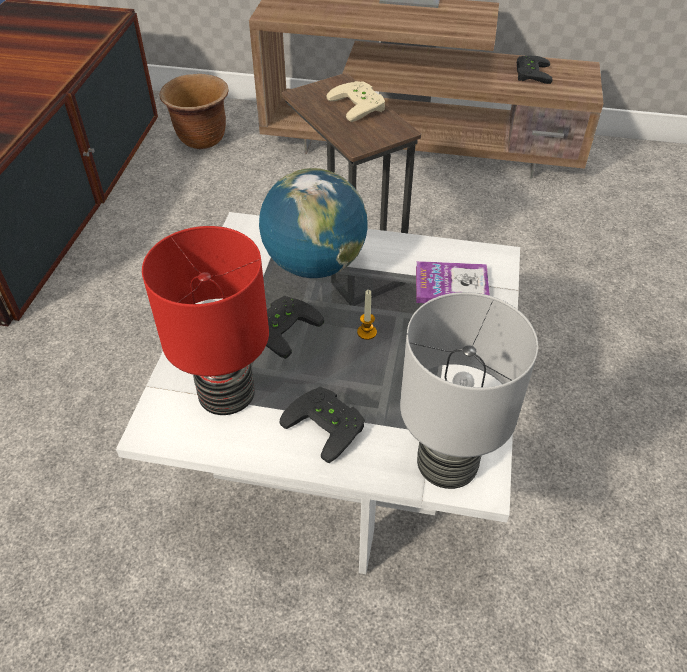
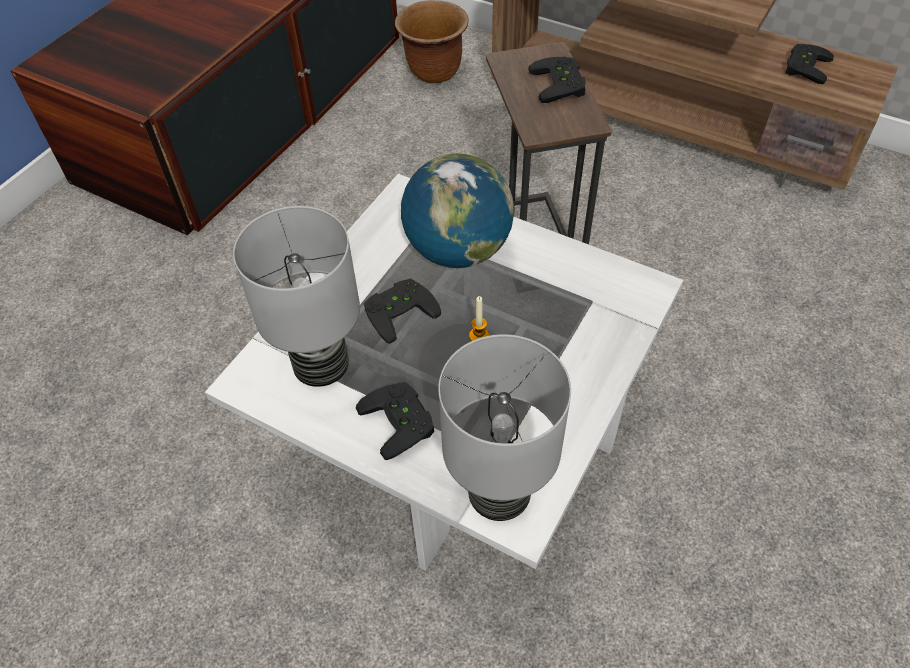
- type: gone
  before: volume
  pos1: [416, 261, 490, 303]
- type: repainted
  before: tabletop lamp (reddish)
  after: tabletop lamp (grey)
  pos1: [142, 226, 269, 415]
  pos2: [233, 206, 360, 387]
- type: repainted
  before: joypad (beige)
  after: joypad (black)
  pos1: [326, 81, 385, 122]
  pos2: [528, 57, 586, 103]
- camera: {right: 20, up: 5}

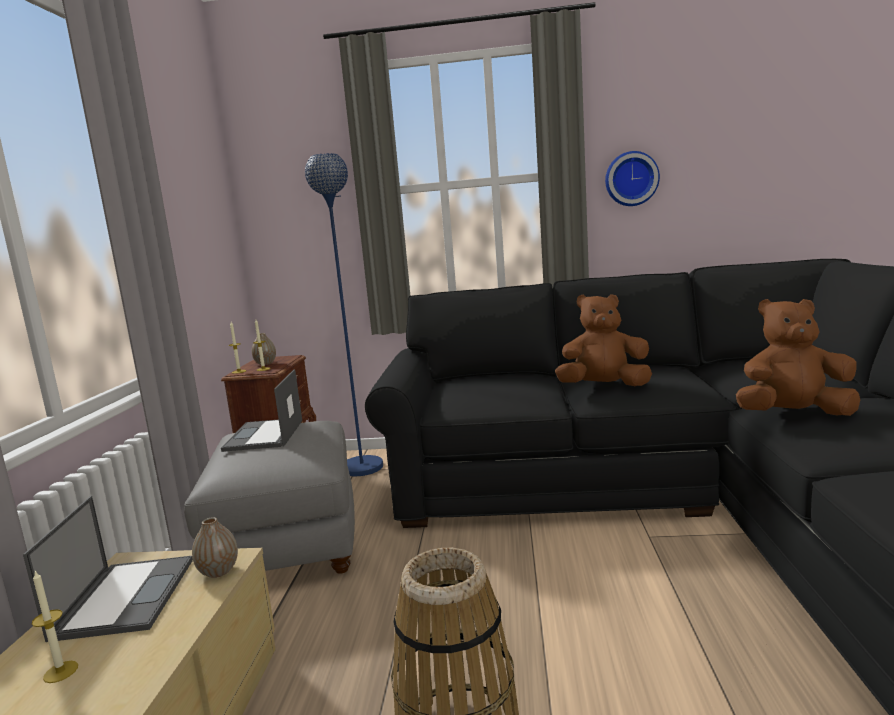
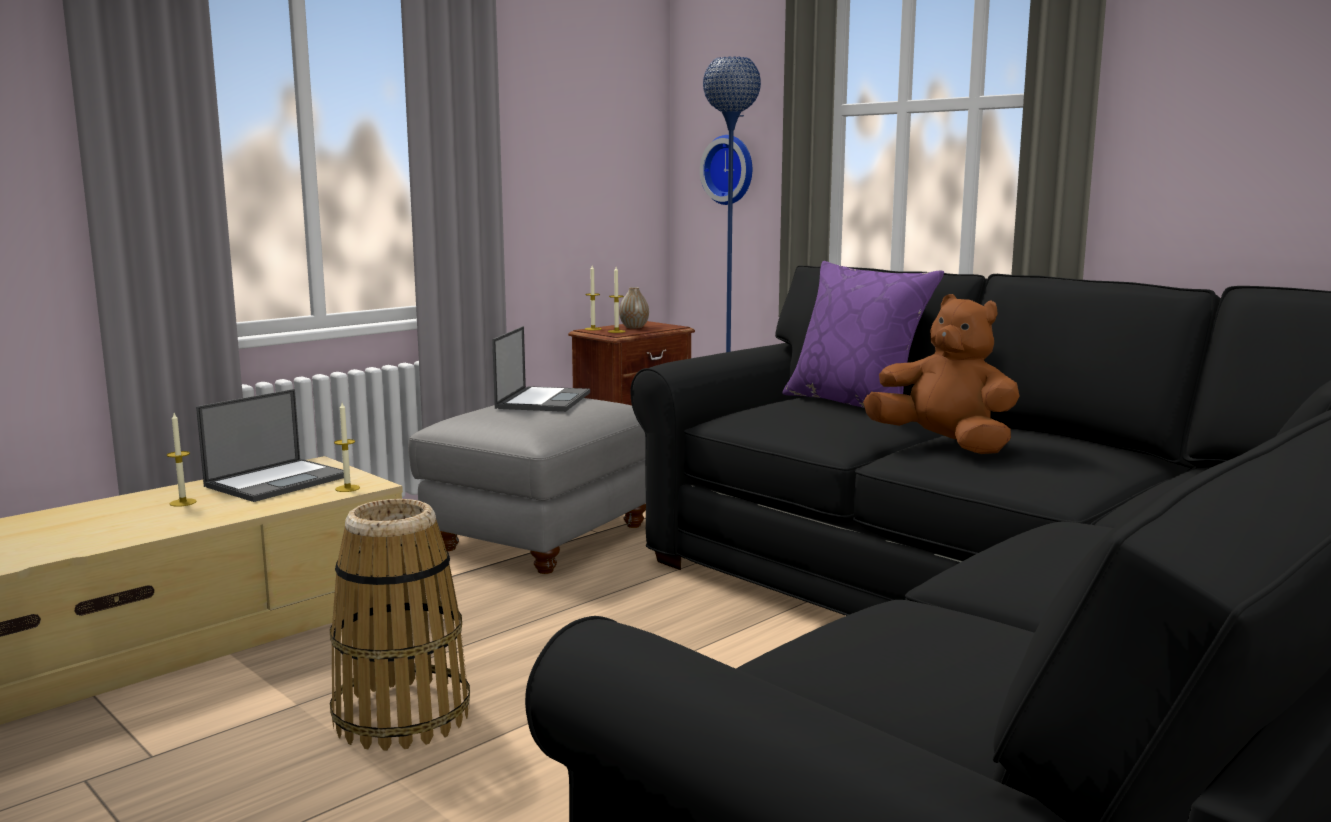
- type: gone
  before: cuddly toy (brown-coloured)
  pos1: [736, 299, 860, 416]
- type: new
  after: cushion (purplish)
  pos2: [782, 261, 944, 408]
- type: shifted
  before: hanging clock
  pos1: [605, 151, 660, 206]
  pos2: [700, 135, 752, 205]
- type: swapped
  before: decorative vase
  after: wax light
  pos1: [192, 517, 238, 578]
  pos2: [334, 403, 360, 492]
- type: rotated
  before: notebook computer
  pos1: [221, 370, 302, 452]
  pos2: [492, 326, 590, 412]
  turn: 150
- camera: {right: 40, up: 0}

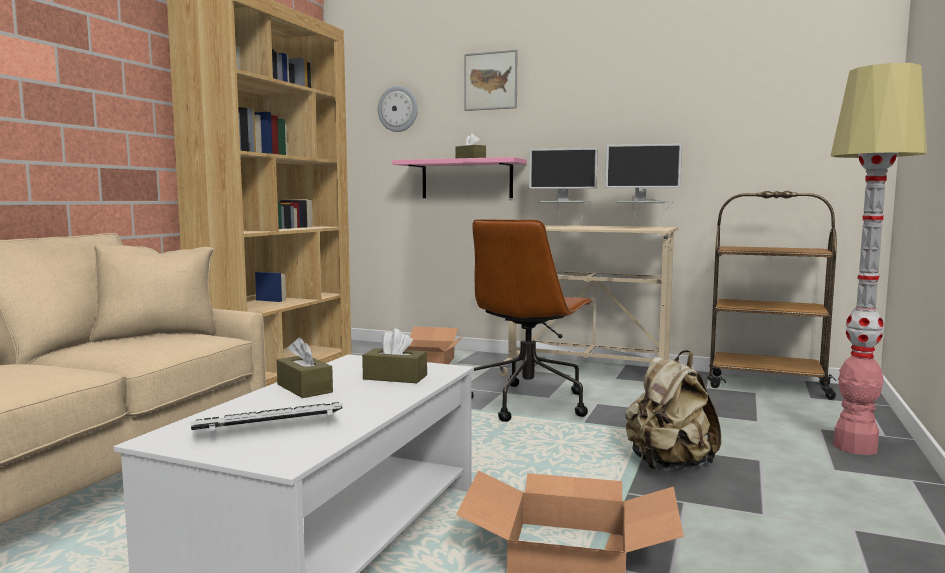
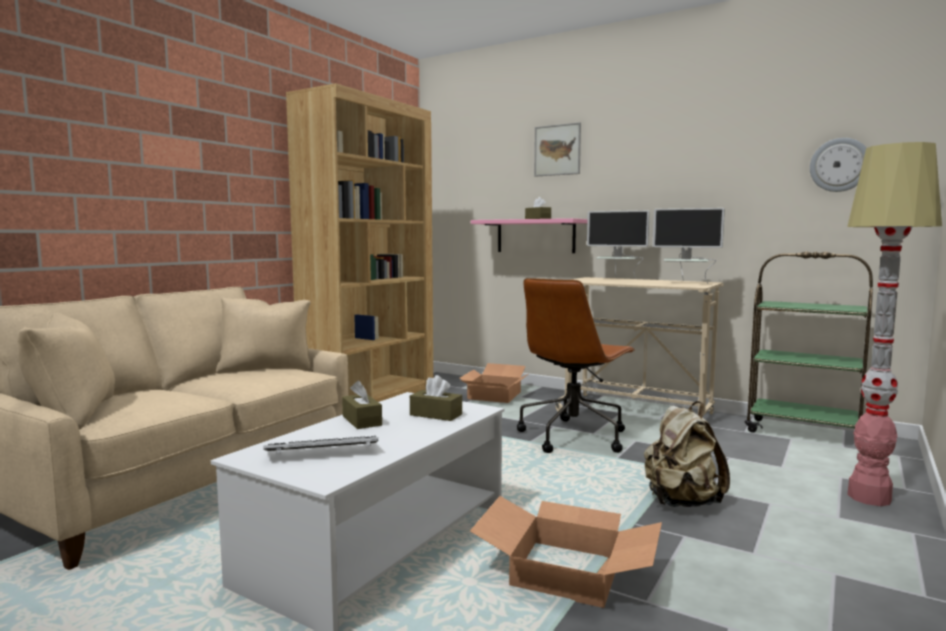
- type: shifted
  before: hanging clock
  pos1: [378, 86, 418, 132]
  pos2: [810, 138, 866, 192]
- type: repainted
  before: trolley (brown-coloured)
  after: trolley (green)
  pos1: [707, 191, 837, 400]
  pos2: [745, 252, 873, 433]
- camera: {right: 10, up: 0}

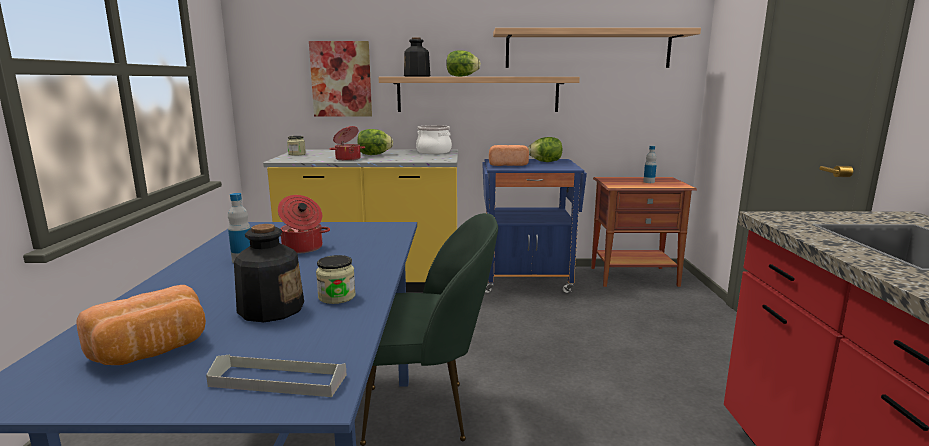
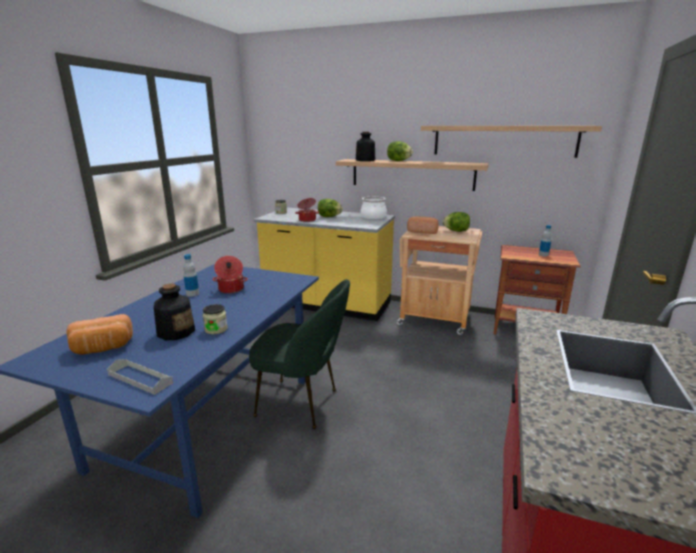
- type: gone
  before: picture
  pos1: [309, 41, 372, 117]
- type: repainted
  before: trolley (blue-coloured)
  after: trolley (brown-coloured)
  pos1: [482, 159, 587, 293]
  pos2: [397, 226, 482, 335]
- camera: {right: 20, up: 5}

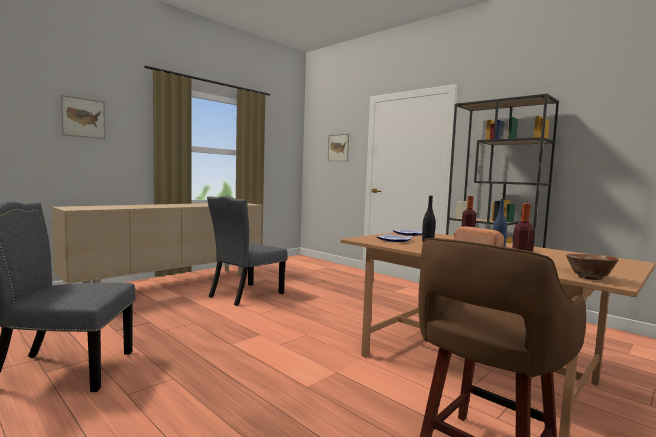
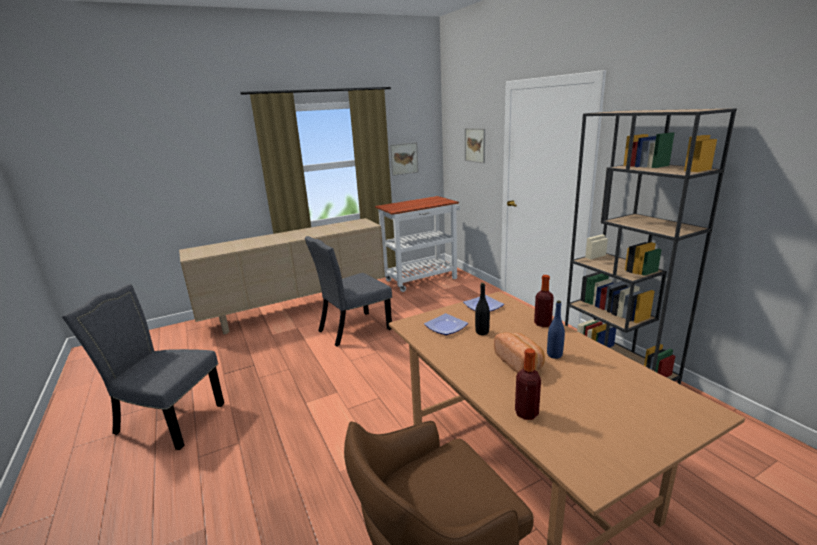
- type: gone
  before: bowl
  pos1: [566, 254, 619, 280]
- type: new
  after: trolley (white-coloured)
  pos2: [375, 196, 460, 292]
- type: shifted
  before: picture
  pos1: [60, 95, 106, 139]
  pos2: [390, 142, 418, 176]
- camera: {right: 20, up: 15}

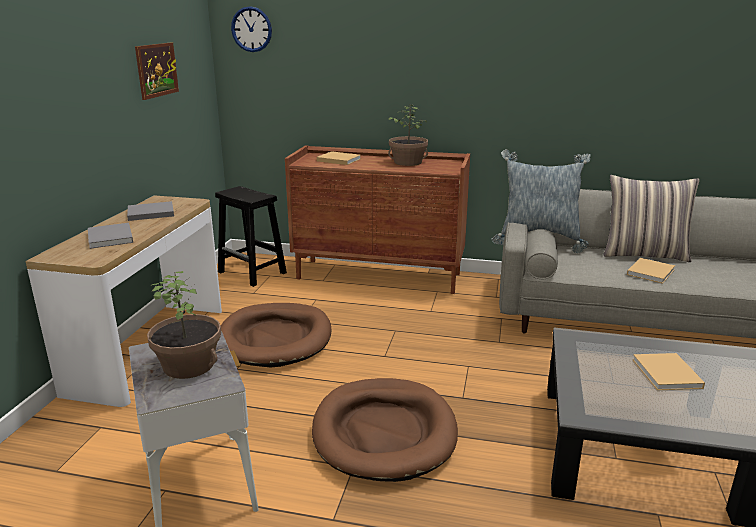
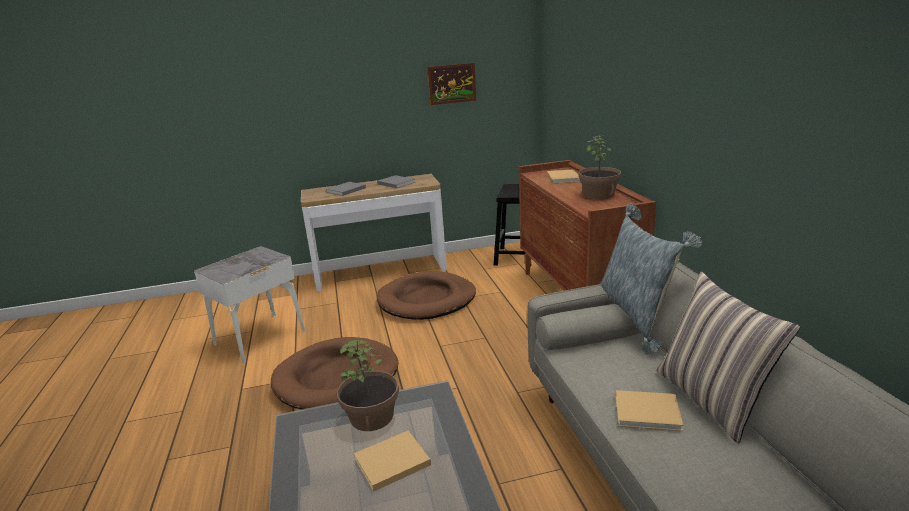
- type: gone
  before: hanging clock
  pos1: [231, 6, 272, 52]
- type: shifted
  before: potted plant
  pos1: [147, 271, 221, 379]
  pos2: [337, 340, 399, 431]
- camera: {right: 65, up: 0}

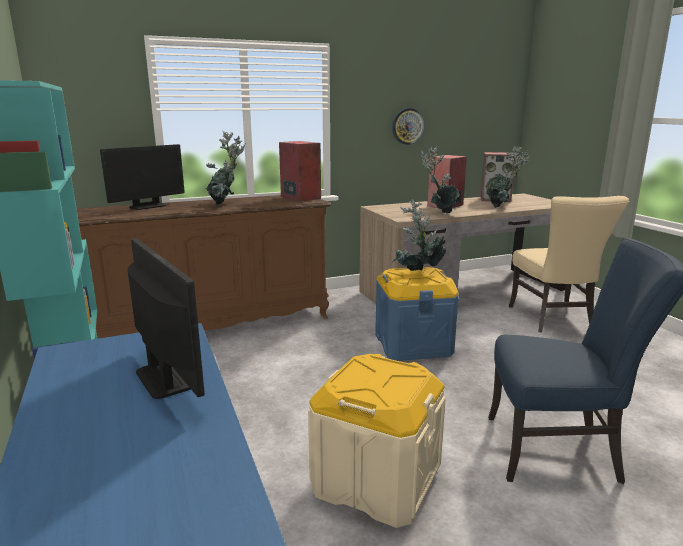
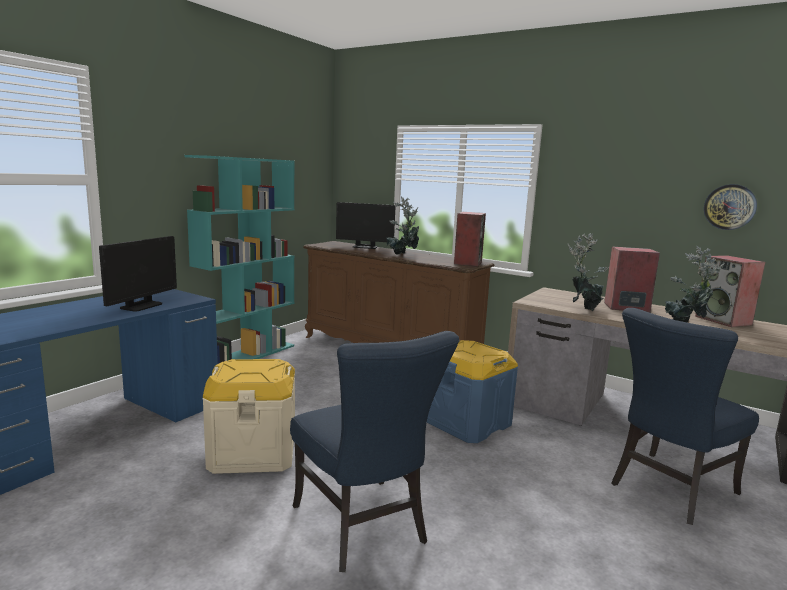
- type: gone
  before: potted plant
  pos1: [393, 199, 446, 271]
- type: shifted
  before: hanging clock
  pos1: [392, 108, 425, 145]
  pos2: [704, 184, 757, 230]
- type: repainted
  before: chair (beige)
  after: chair (blue-coloured)
  pos1: [509, 196, 629, 333]
  pos2: [612, 308, 759, 525]
- camera: {right: 55, up: -5}

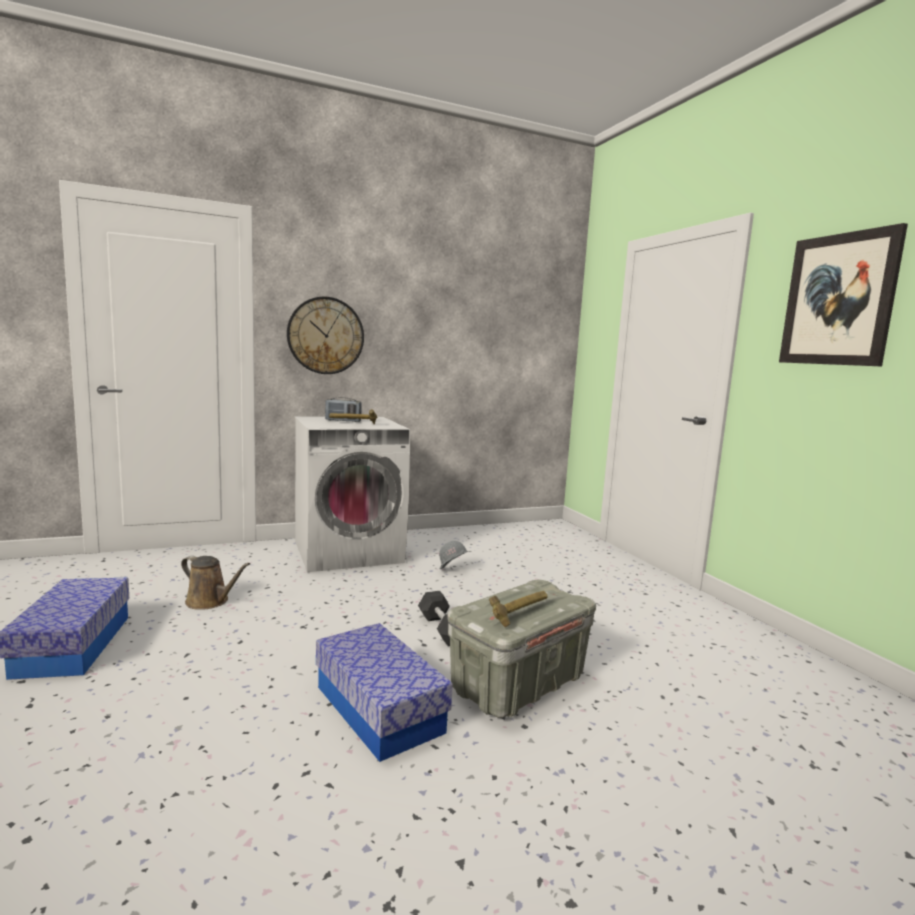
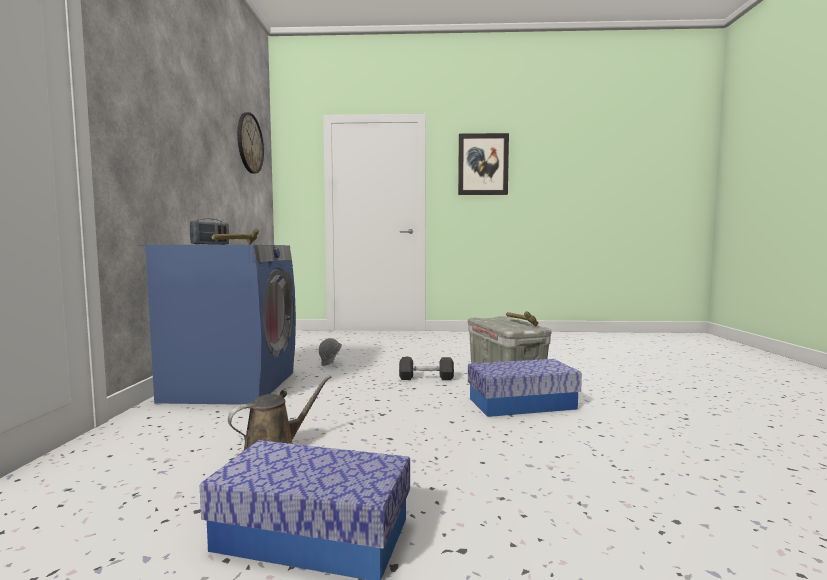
- type: shifted
  before: hanging clock
  pos1: [287, 297, 364, 374]
  pos2: [237, 112, 264, 174]
- type: repainted
  before: laundry machine (white-coloured)
  after: laundry machine (blue-coloured)
  pos1: [295, 416, 410, 572]
  pos2: [137, 245, 296, 405]
- camera: {right: -65, up: -5}

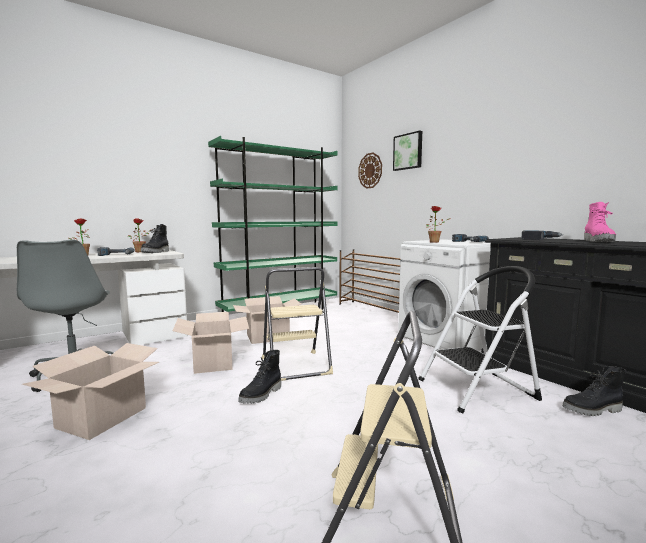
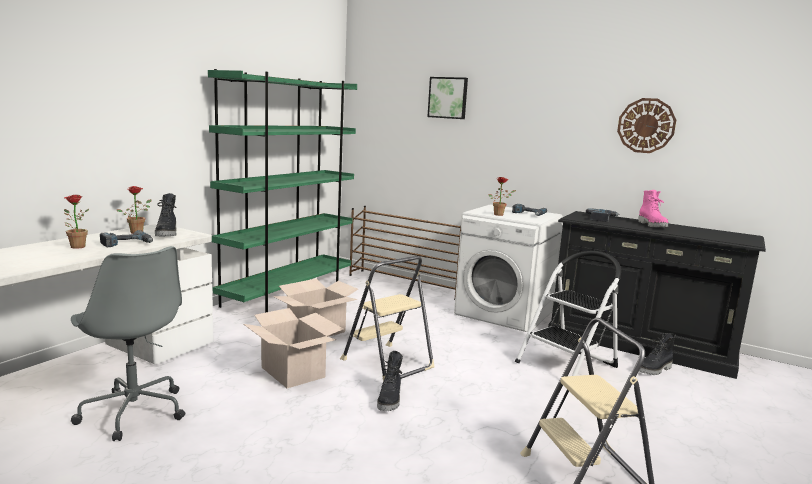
- type: gone
  before: packing box
  pos1: [22, 343, 159, 440]
- type: shifted
  before: hanging clock
  pos1: [358, 152, 382, 189]
  pos2: [617, 98, 676, 153]
- camera: {right: -25, up: 5}

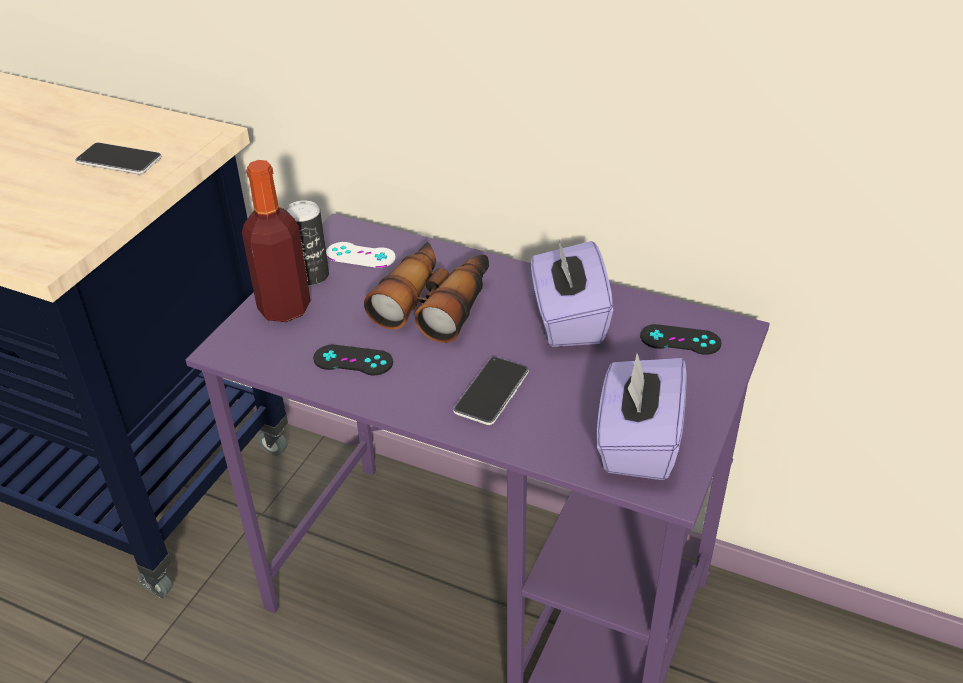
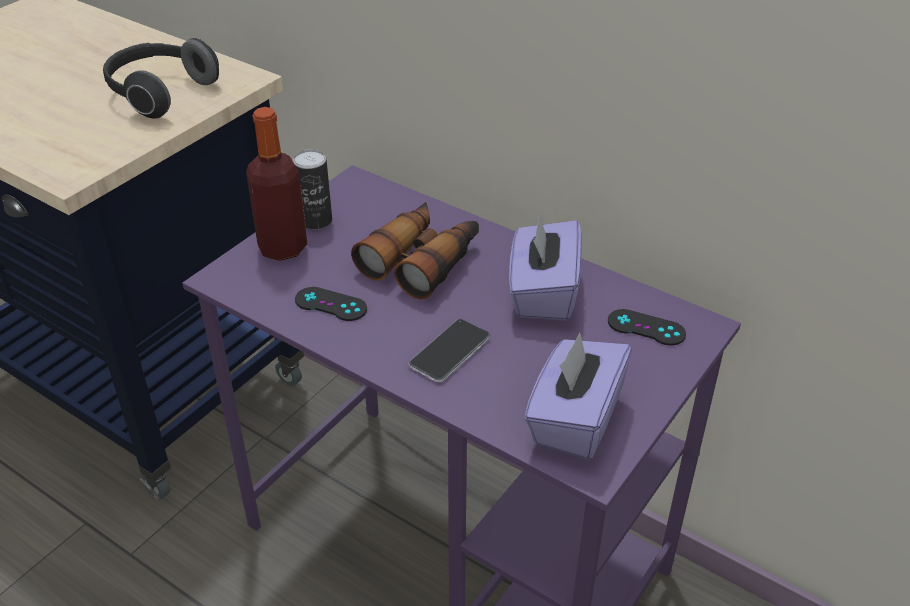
- type: gone
  before: joypad (white-coloured)
  pos1: [326, 242, 396, 268]
- type: swapped
  before: telephone
  after: pair of headphones
  pos1: [76, 143, 161, 174]
  pos2: [103, 38, 219, 119]
- camera: {right: 10, up: 0}

